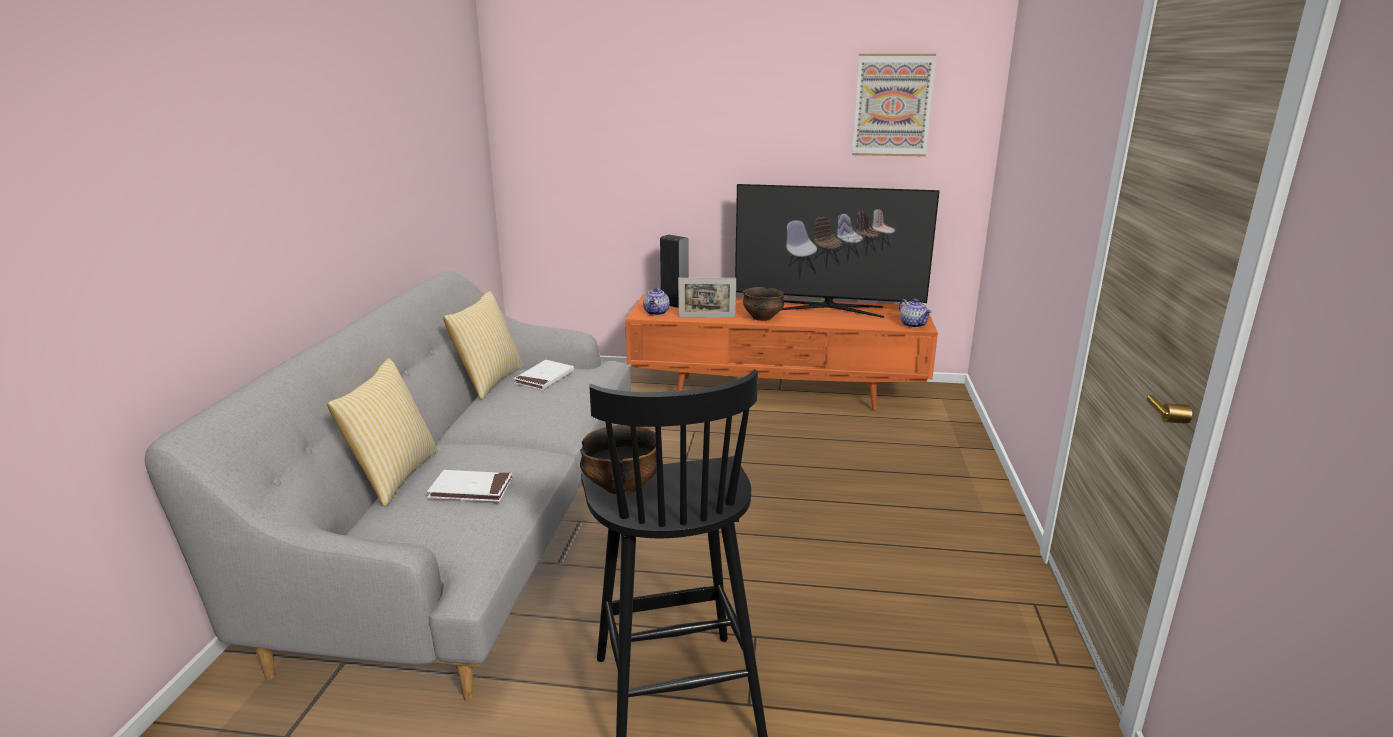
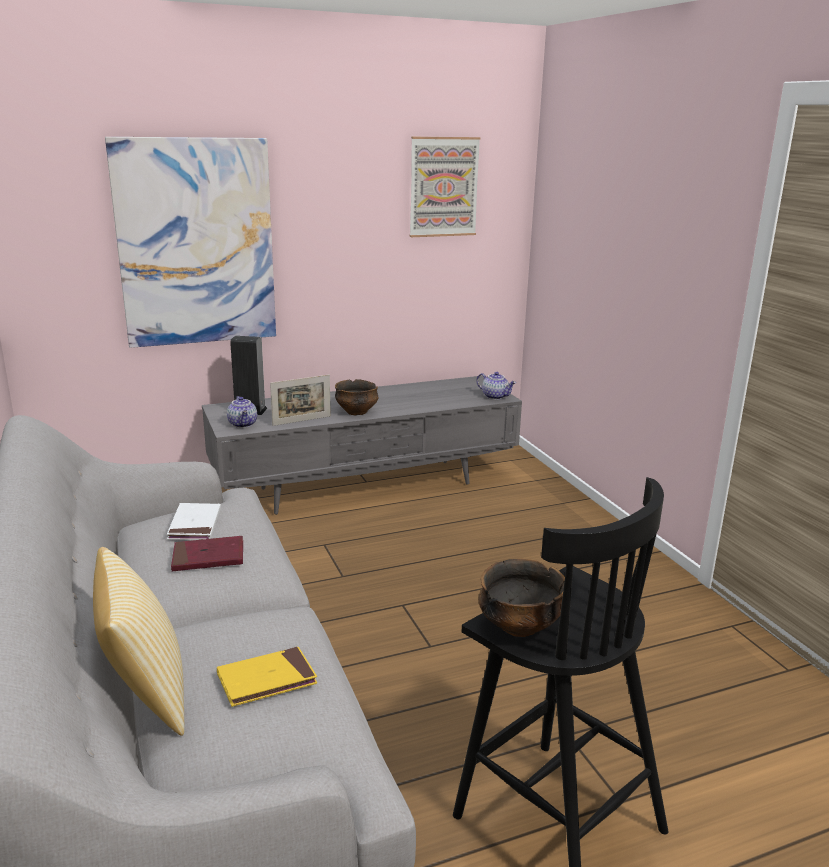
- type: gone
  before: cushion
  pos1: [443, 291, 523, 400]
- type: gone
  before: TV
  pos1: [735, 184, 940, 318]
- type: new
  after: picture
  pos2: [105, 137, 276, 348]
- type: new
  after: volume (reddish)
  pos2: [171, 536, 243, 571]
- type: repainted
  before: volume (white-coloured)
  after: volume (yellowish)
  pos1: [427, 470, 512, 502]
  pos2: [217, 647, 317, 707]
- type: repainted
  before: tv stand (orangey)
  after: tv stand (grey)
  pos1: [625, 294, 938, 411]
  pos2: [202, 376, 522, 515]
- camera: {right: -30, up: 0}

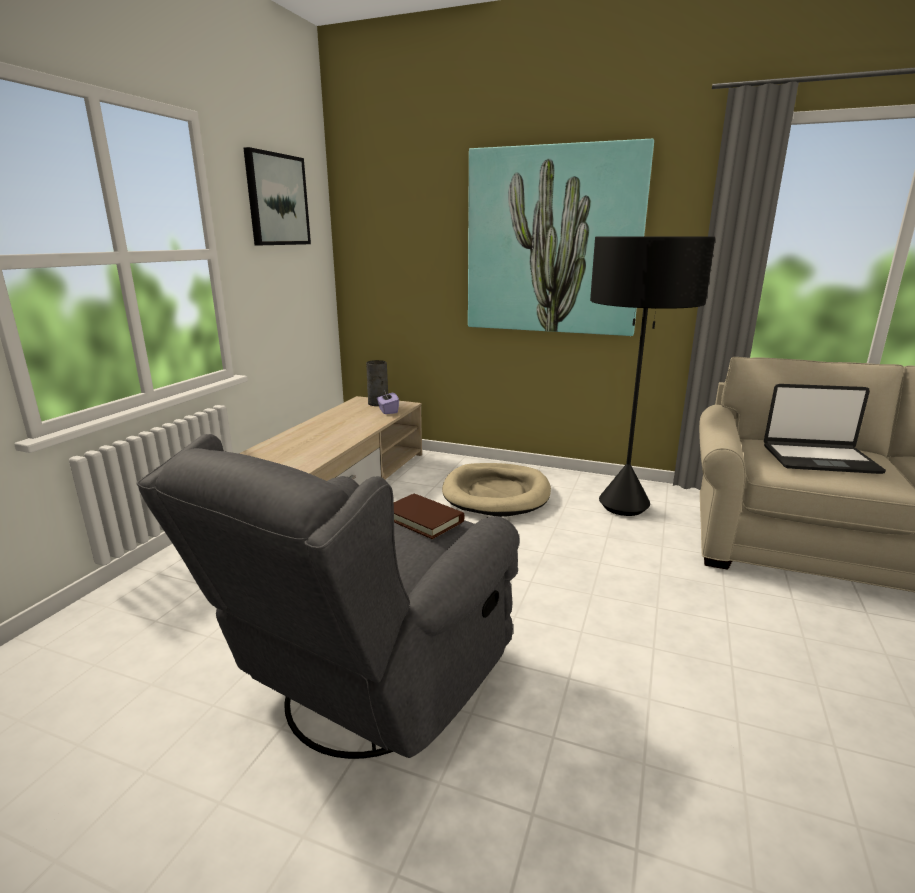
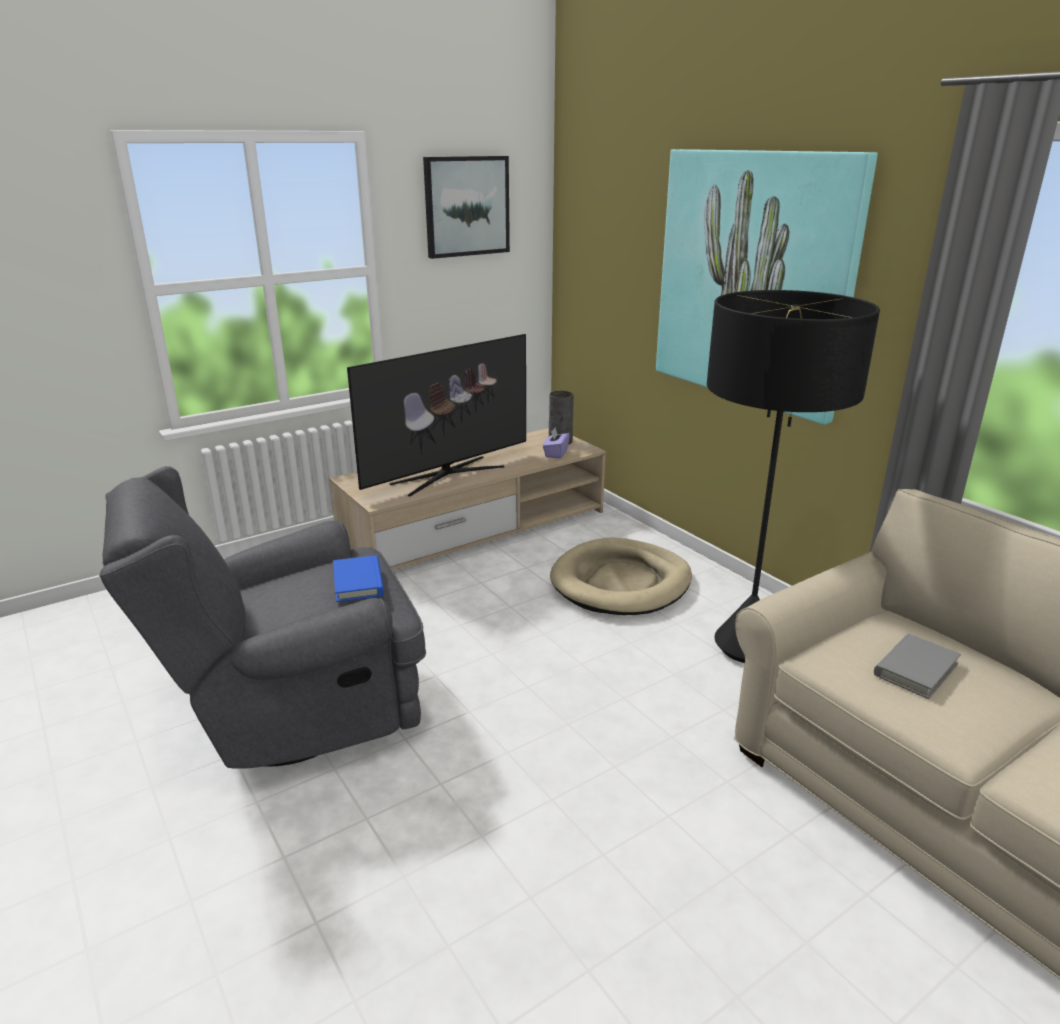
- type: new
  after: TV
  pos2: [347, 334, 526, 496]
- type: swapped
  before: notebook computer
  after: volume (grey)
  pos1: [764, 384, 886, 474]
  pos2: [874, 634, 961, 699]
- type: repainted
  before: volume (brown-coloured)
  after: volume (blue-coloured)
  pos1: [394, 494, 465, 539]
  pos2: [333, 556, 384, 602]
- camera: {right: 35, up: 5}

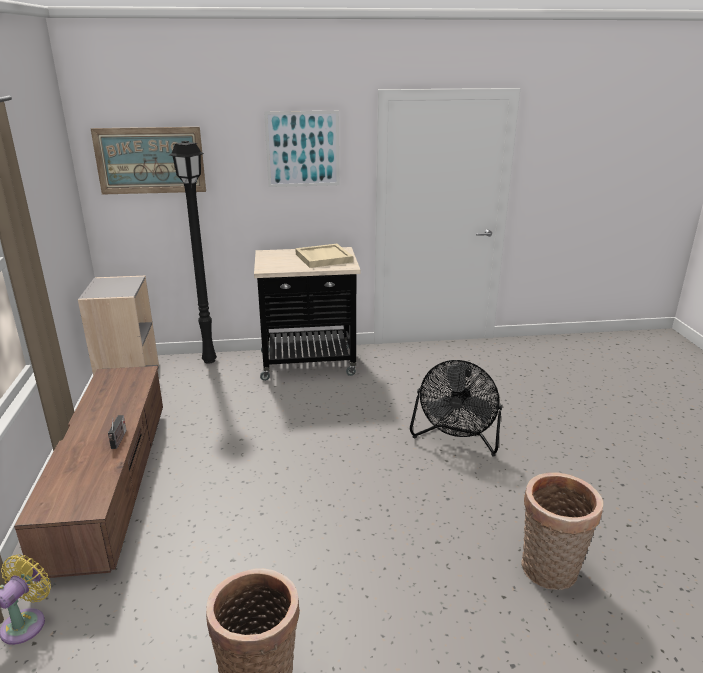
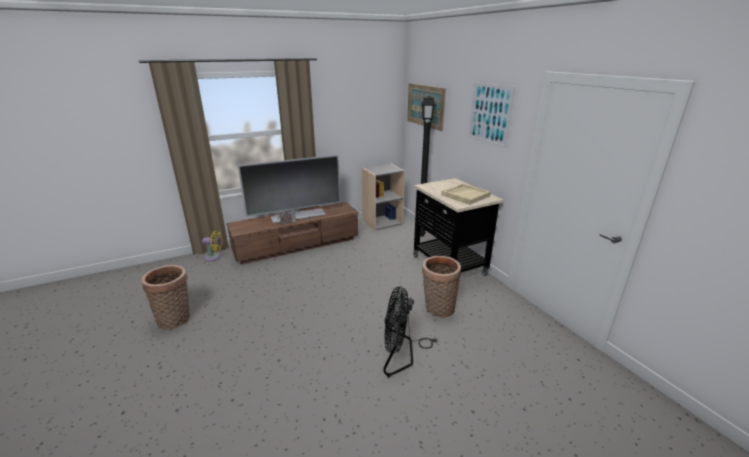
- type: new
  after: TV
  pos2: [238, 155, 341, 223]
- type: shifted
  before: household basket
  pos1: [521, 472, 603, 590]
  pos2: [422, 256, 461, 317]
- camera: {right: 70, up: 0}

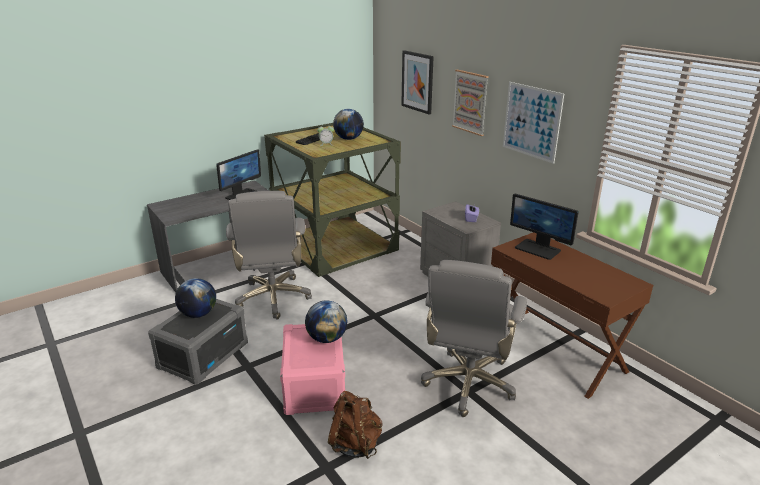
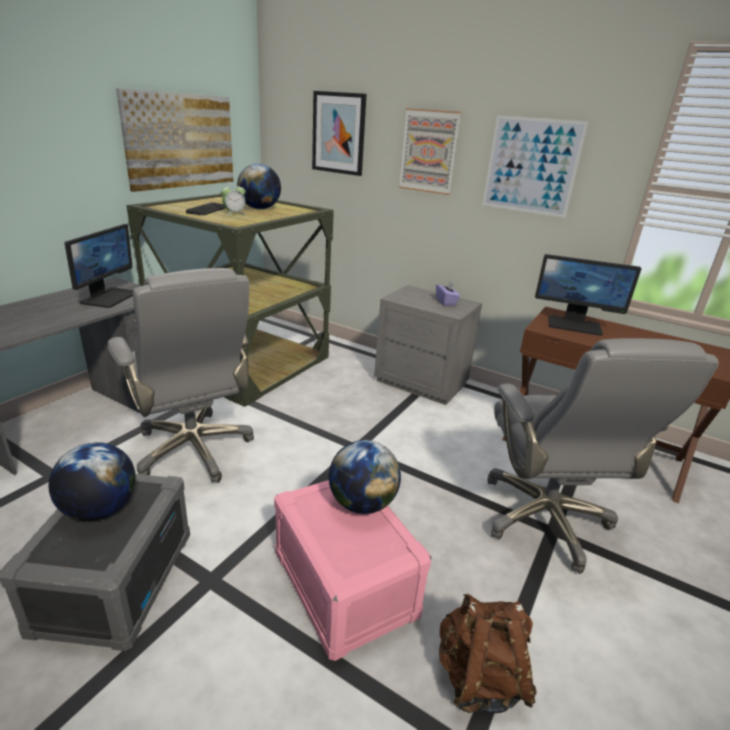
- type: new
  after: picture
  pos2: [116, 88, 233, 192]
- camera: {right: -25, up: 0}

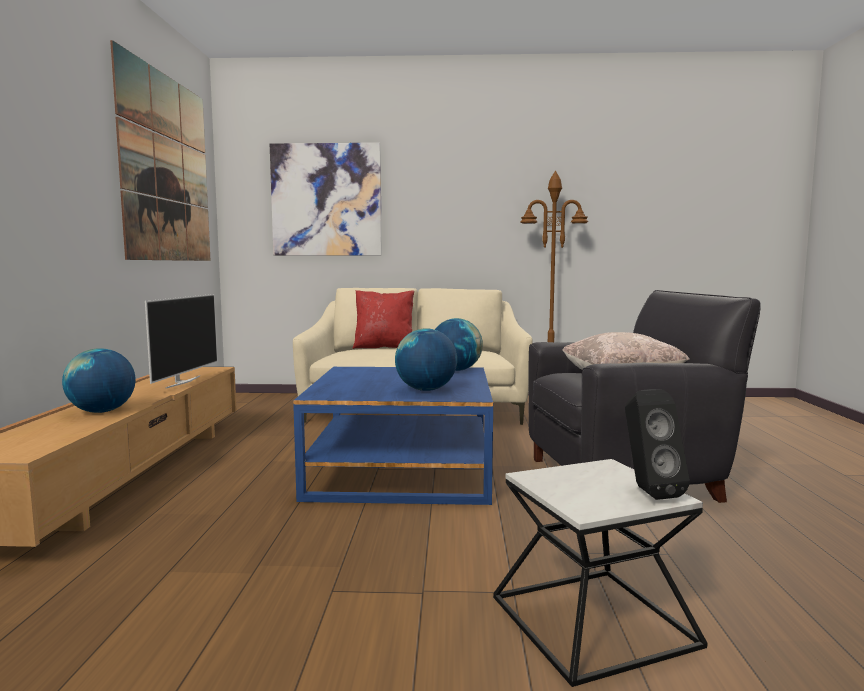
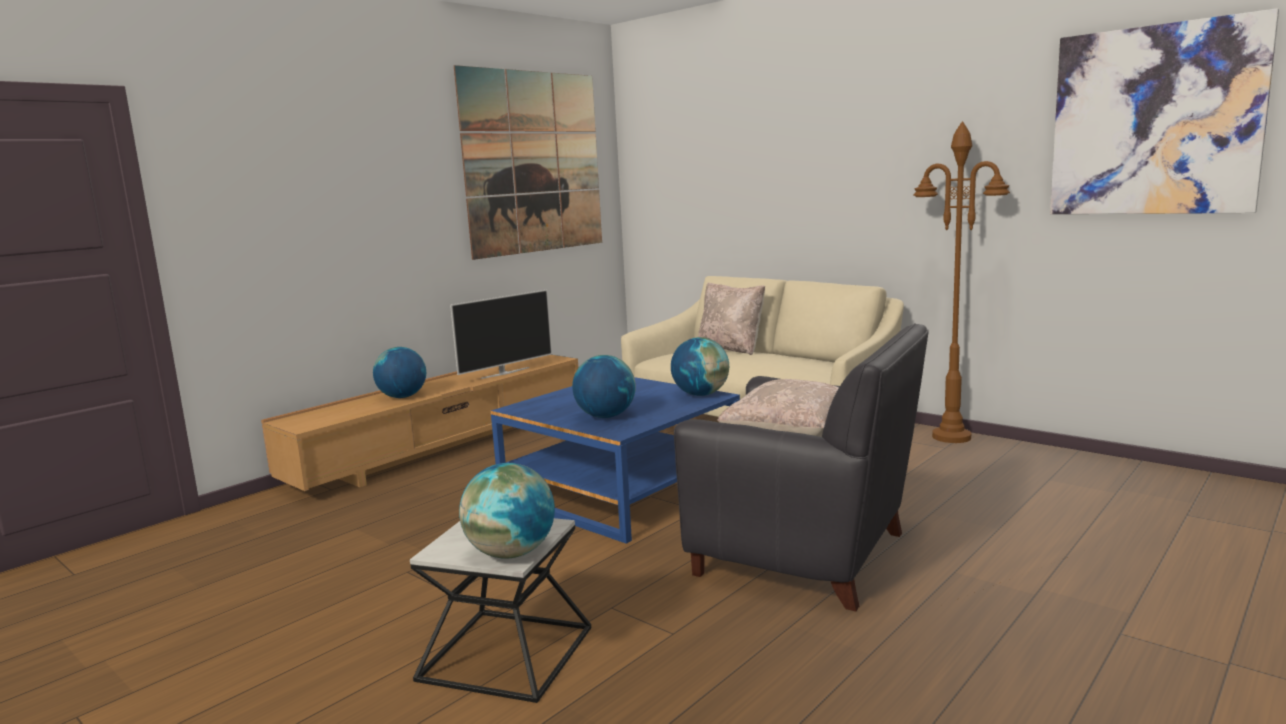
- type: shifted
  before: picture
  pos1: [270, 143, 382, 256]
  pos2: [1050, 8, 1279, 214]
- type: swapped
  before: speaker (black)
  after: world globe
  pos1: [625, 389, 690, 500]
  pos2: [459, 463, 555, 559]
- type: repainted
  before: cushion (reddish)
  after: cushion (beige)
  pos1: [352, 290, 414, 349]
  pos2: [698, 282, 765, 355]
- camera: {right: 40, up: 5}

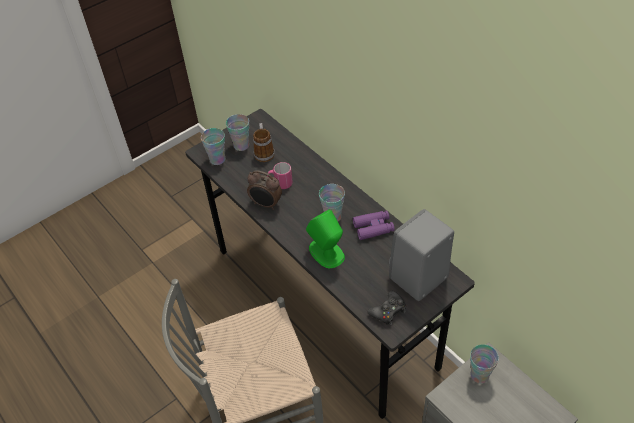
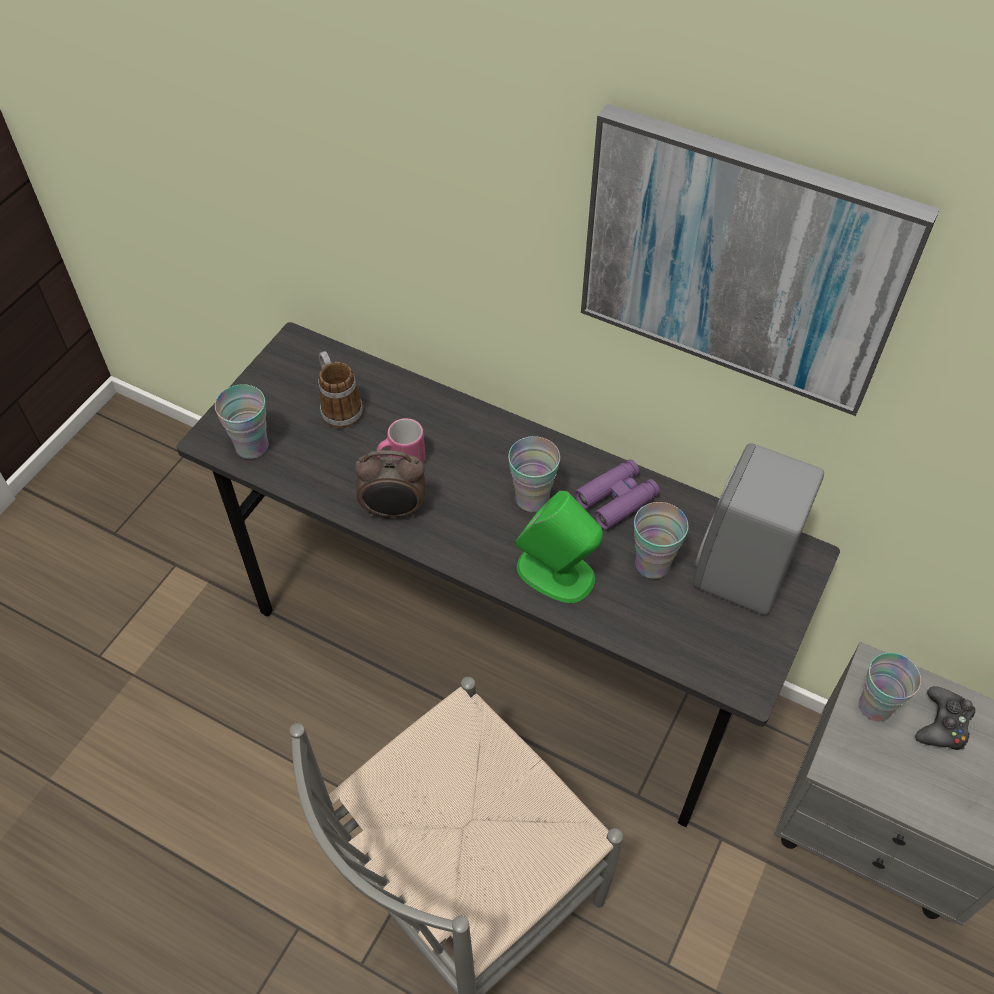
- type: new
  after: picture
  pos2: [581, 104, 940, 416]
- type: shifted
  before: small cup
  pos1: [226, 114, 249, 151]
  pos2: [634, 502, 689, 579]
- type: shifted
  before: joypad (black)
  pos1: [367, 291, 406, 325]
  pos2: [915, 686, 976, 750]
- camera: {right: -25, up: 5}

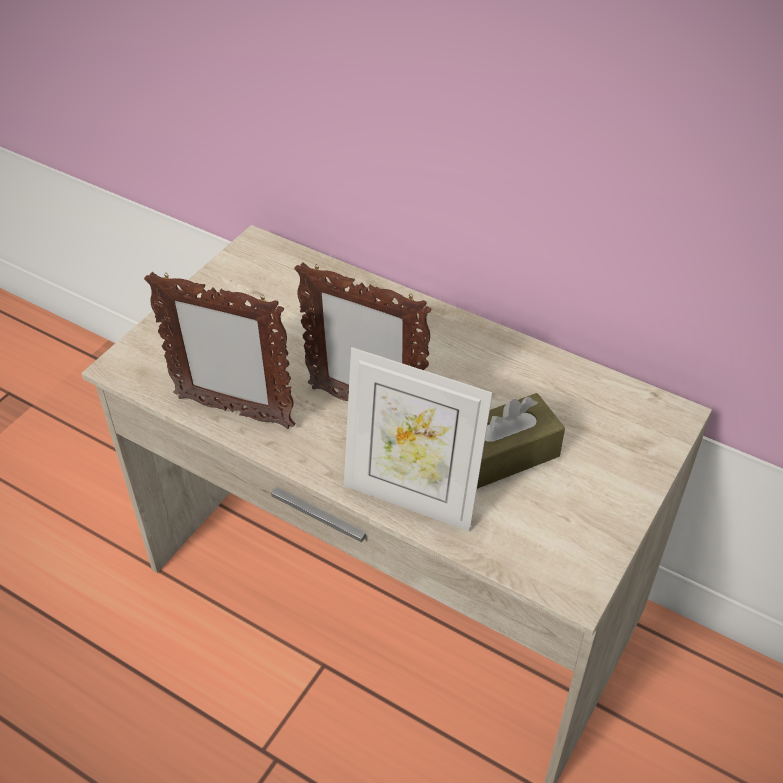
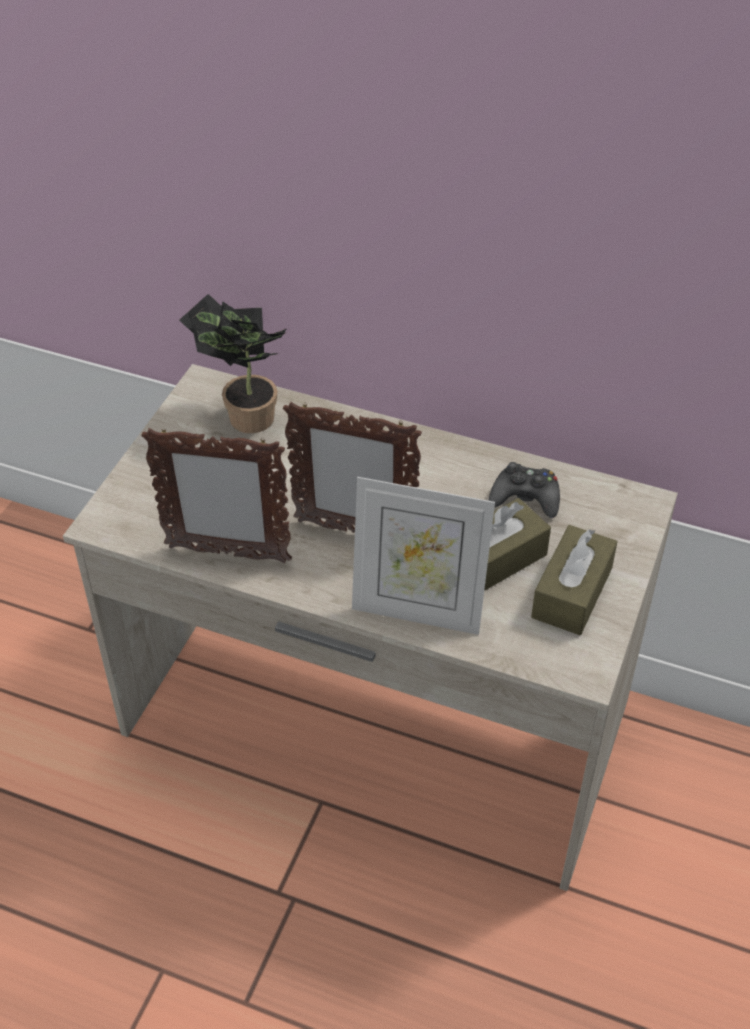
- type: new
  after: potted plant
  pos2: [179, 294, 286, 433]
- type: new
  after: joypad (black)
  pos2: [489, 462, 560, 518]
- type: new
  after: tissue holder (brown-coloured)
  pos2: [531, 525, 617, 635]
- camera: {right: -10, up: 0}

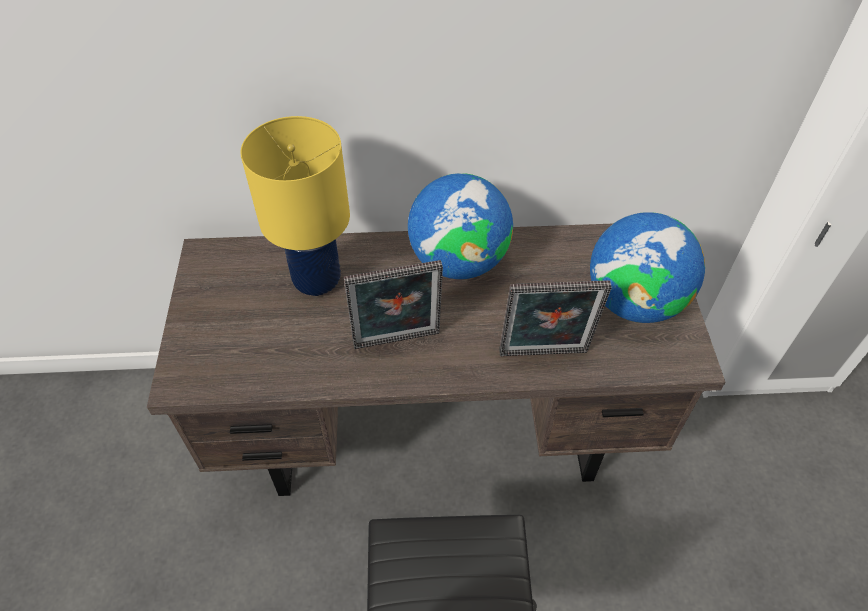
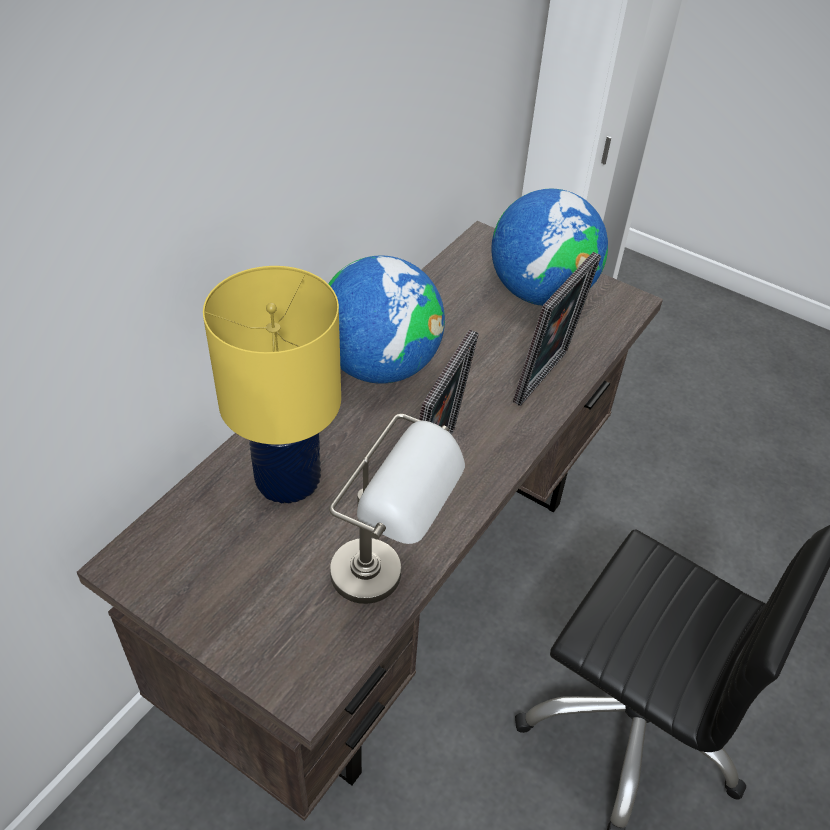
- type: new
  after: tabletop lamp (grey)
  pos2: [329, 414, 465, 604]
- camera: {right: -55, up: -5}

